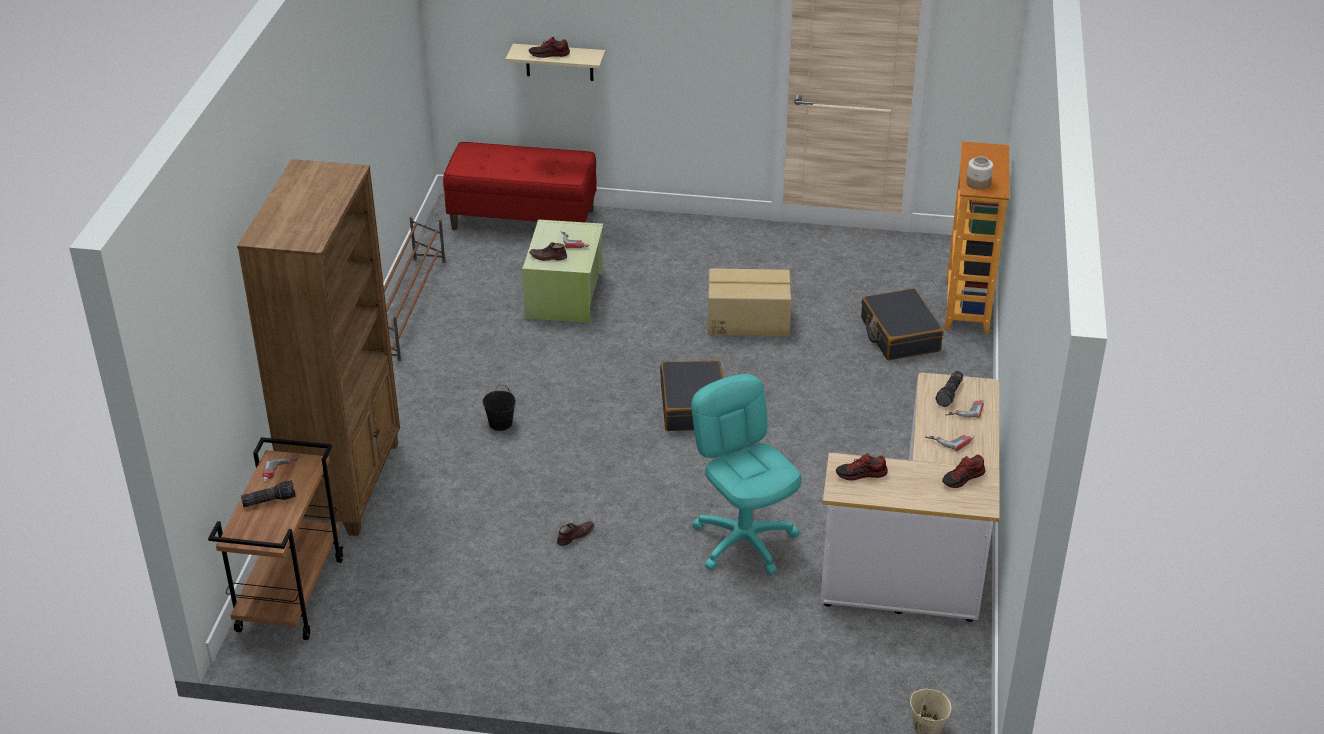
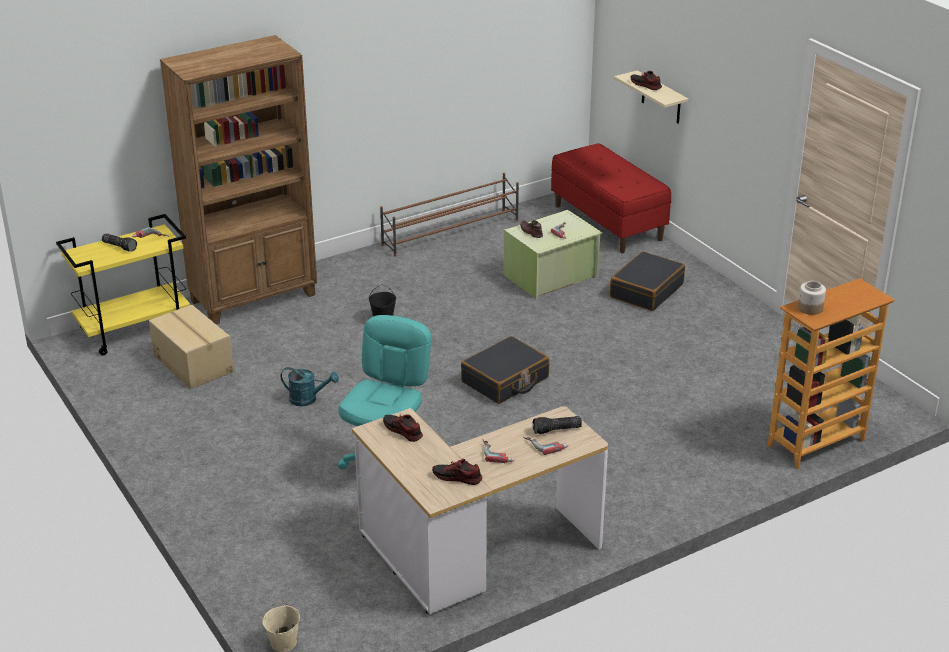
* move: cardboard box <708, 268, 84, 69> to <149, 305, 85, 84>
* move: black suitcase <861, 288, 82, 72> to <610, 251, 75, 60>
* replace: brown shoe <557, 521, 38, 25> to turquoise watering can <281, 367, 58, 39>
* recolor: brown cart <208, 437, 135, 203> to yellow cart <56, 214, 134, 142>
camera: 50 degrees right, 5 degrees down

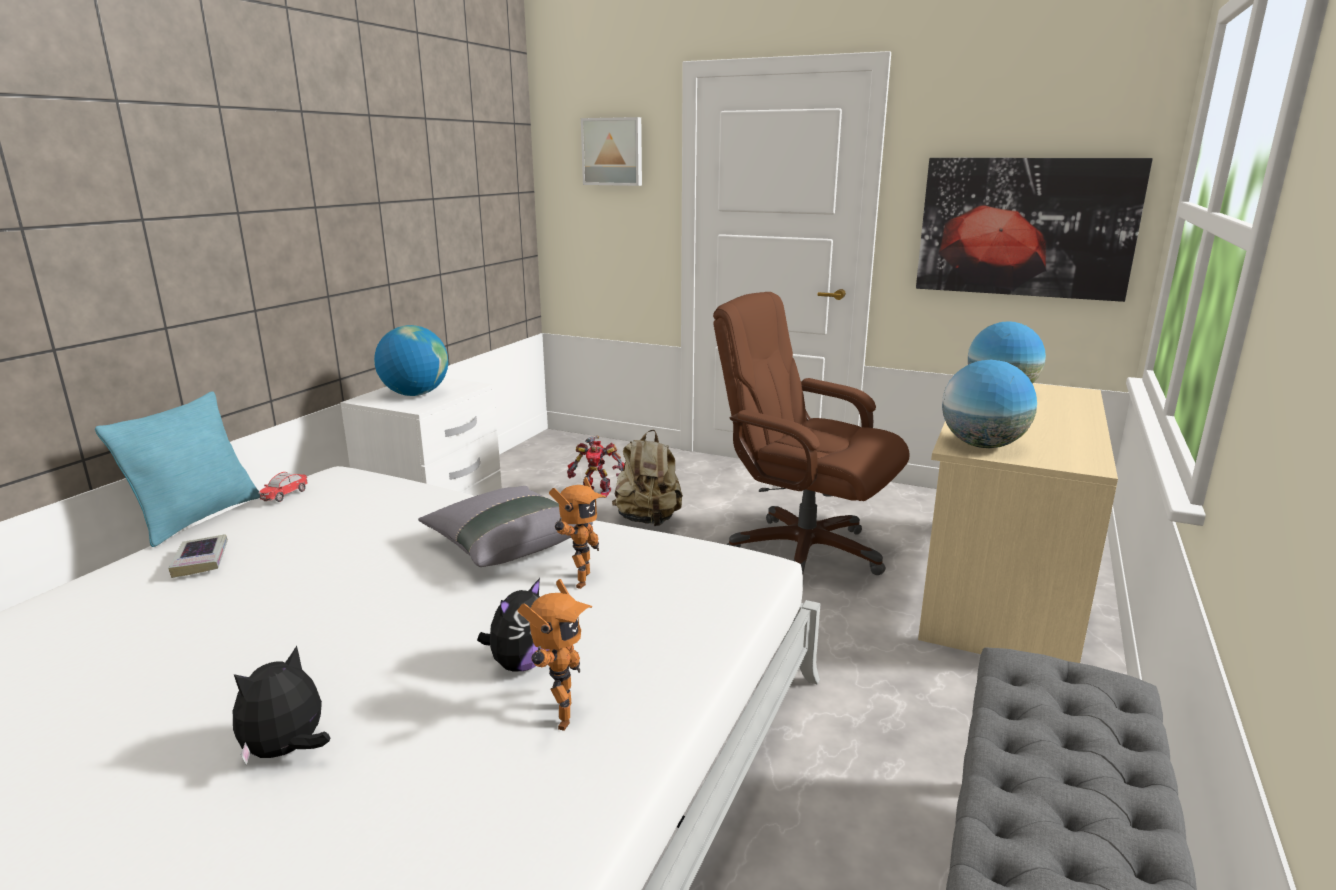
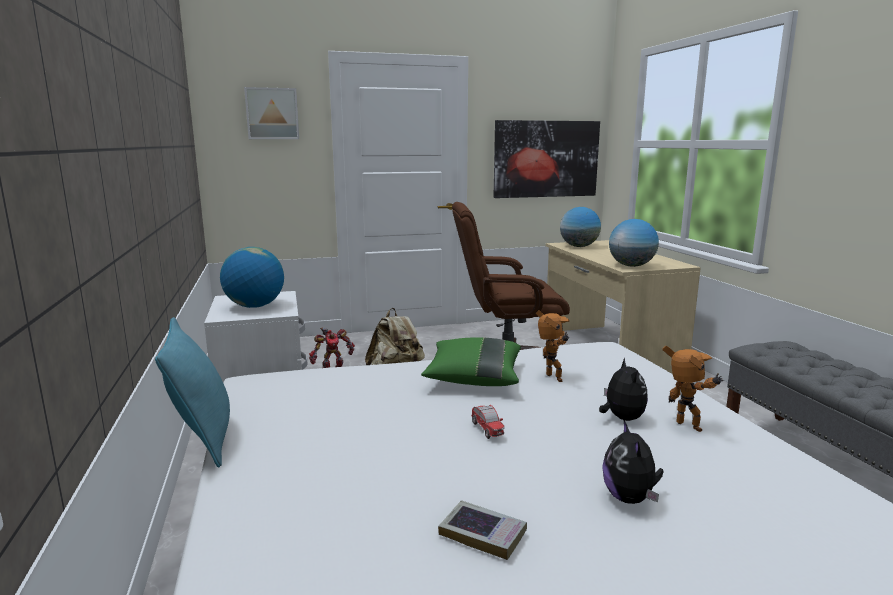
* move: book <168, 534, 60, 44> to <438, 500, 89, 60>
* move: toy car <258, 472, 50, 30> to <471, 405, 34, 34>
* recolor: grey pillow <418, 486, 175, 81> to green pillow <421, 337, 100, 49>
camera: 40 degrees left, 5 degrees down

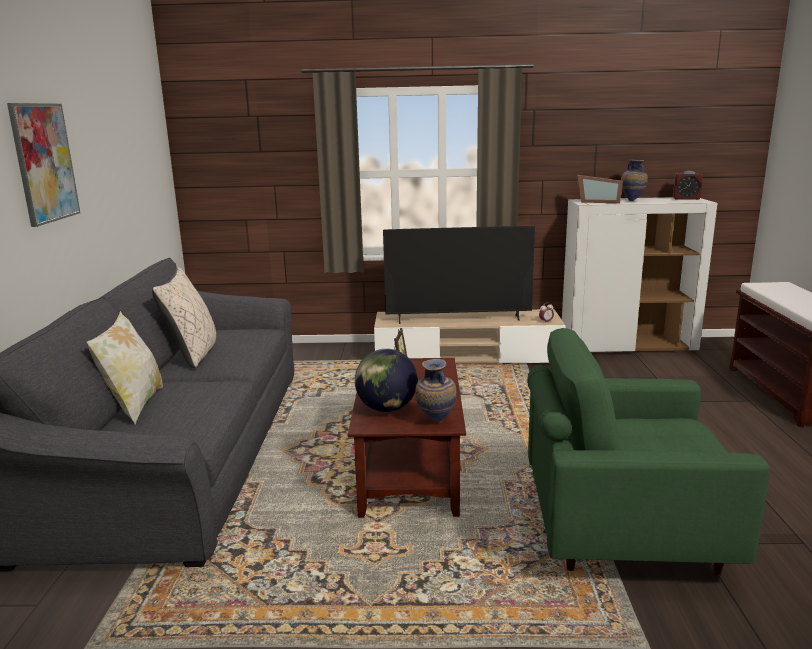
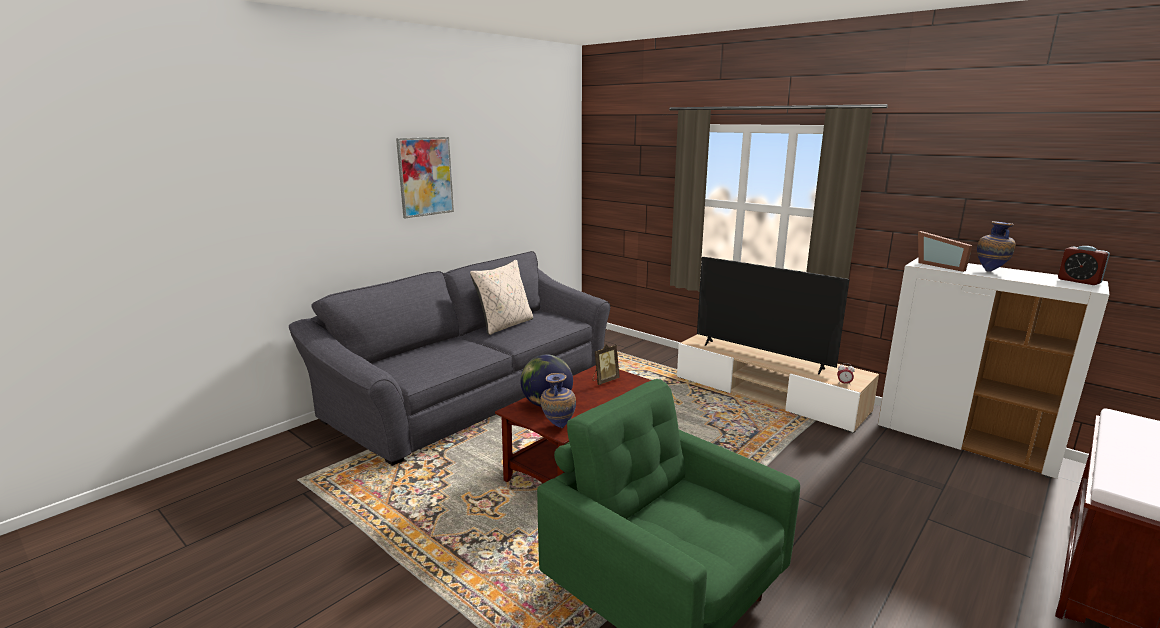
* delete: pillow <87, 311, 76, 114>
camera: 40 degrees right, 0 degrees up

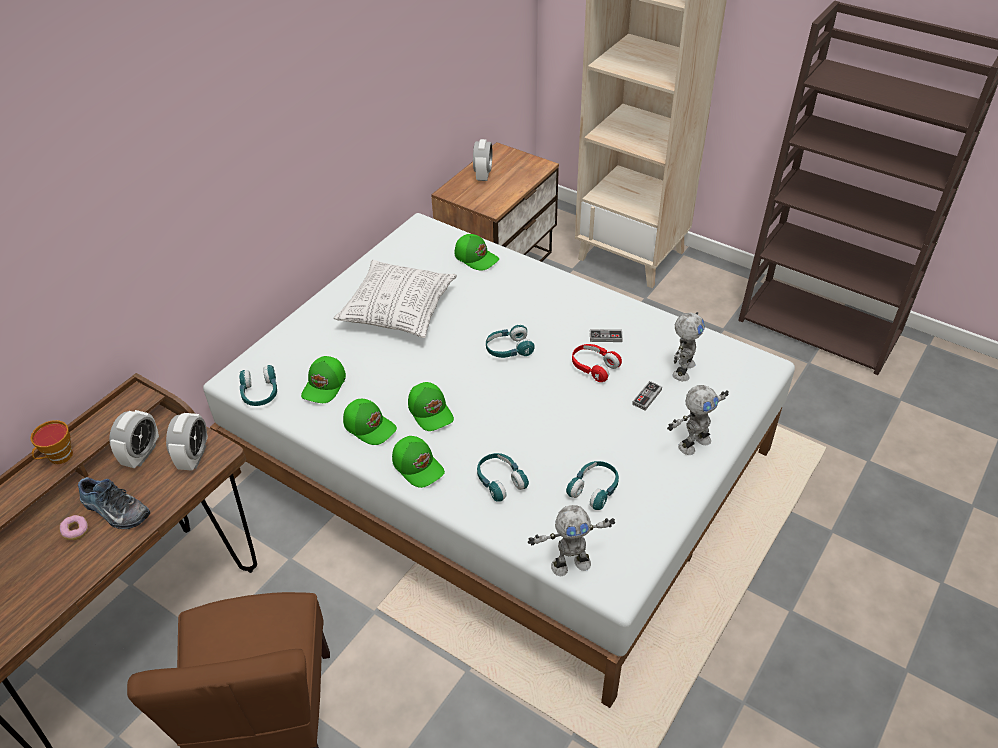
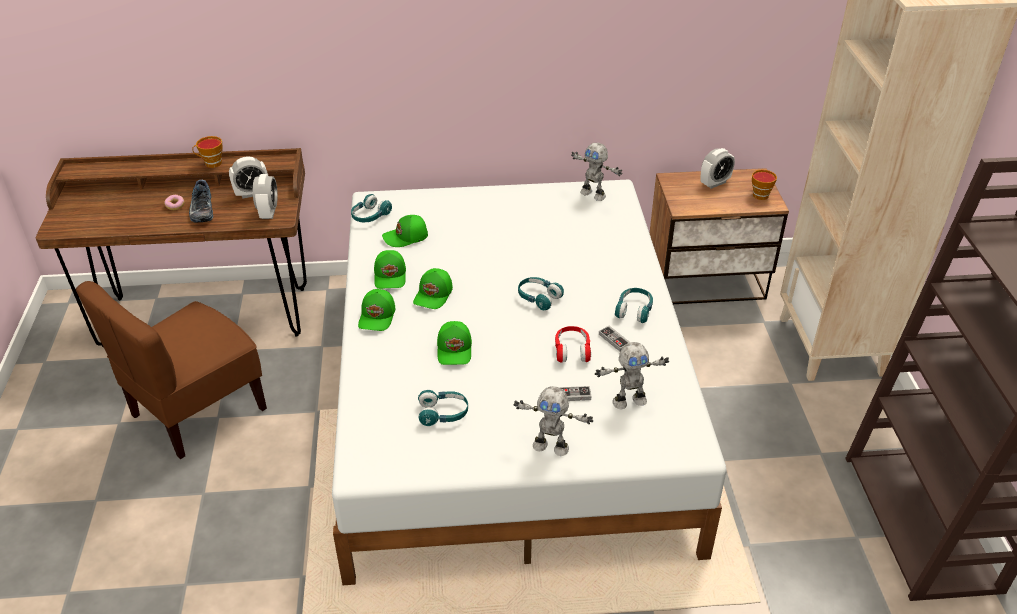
* delete: pillow <334, 260, 123, 78>
* insert: cup <752, 169, 25, 31>
* move: green cap <455, 234, 44, 37> to <437, 321, 35, 44>
* move: turquoise headphones <477, 453, 52, 49> to <615, 288, 38, 35>
* move: toy robot <528, 505, 87, 71> to <571, 143, 52, 58>
* rotate: alarm clock <166, 413, 42, 58> = <253, 174, 25, 45> 60 degrees counterclockwise
camera: 50 degrees right, 5 degrees down

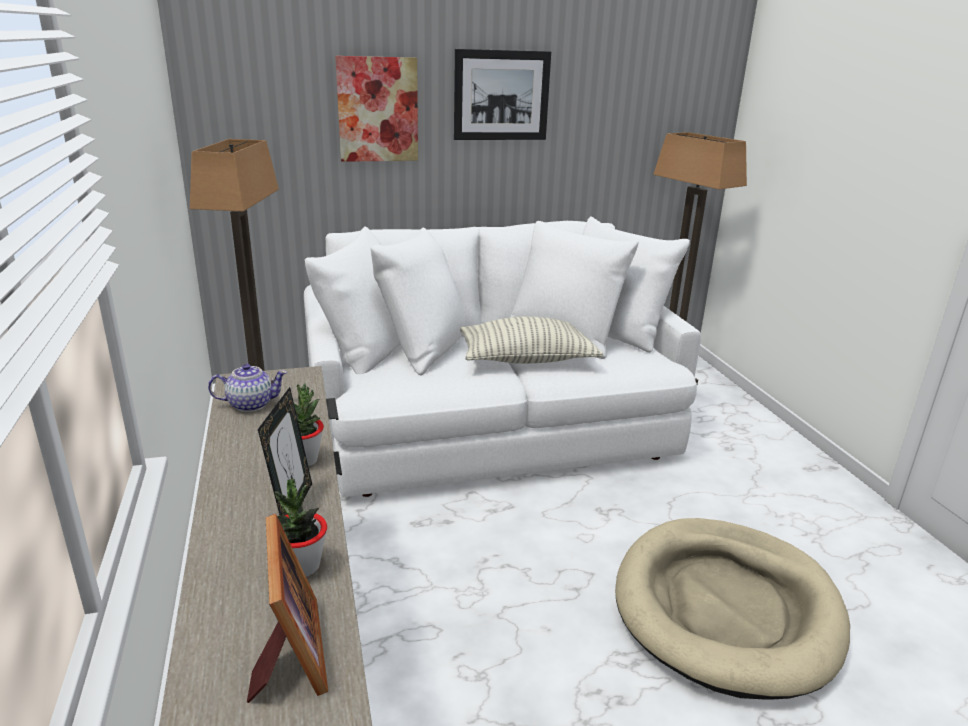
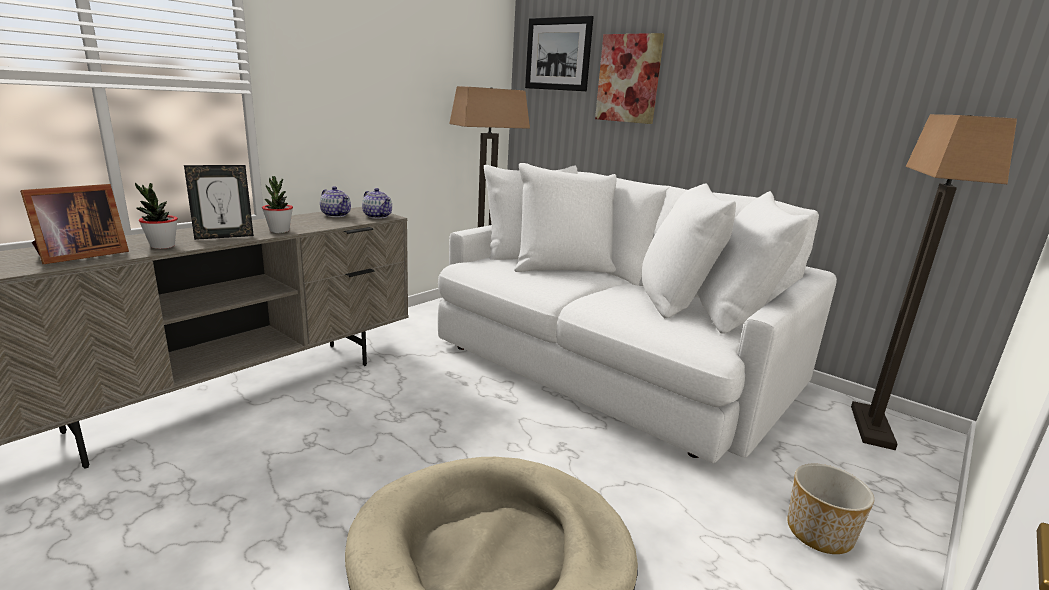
* delete: pillow <460, 317, 143, 47>
* insert: teapot <362, 188, 30, 31>
* insert: planter <787, 463, 87, 91>
* move: picture <454, 49, 97, 91> to <525, 16, 69, 75>
camera: 55 degrees right, 5 degrees down

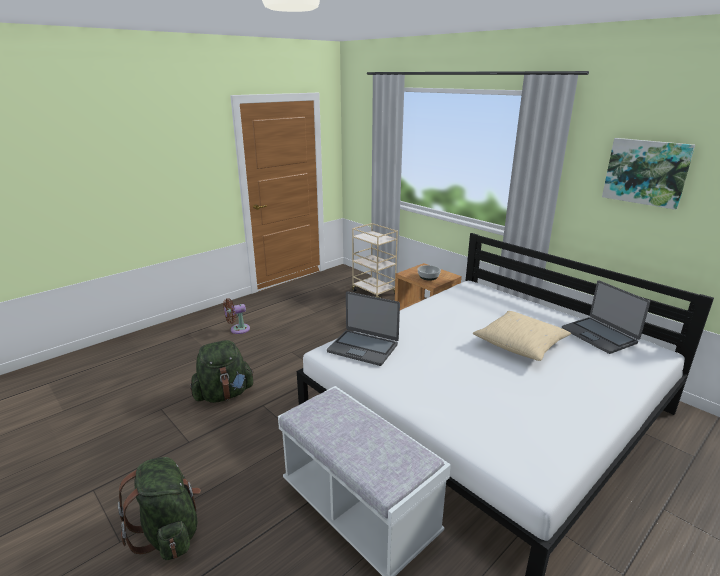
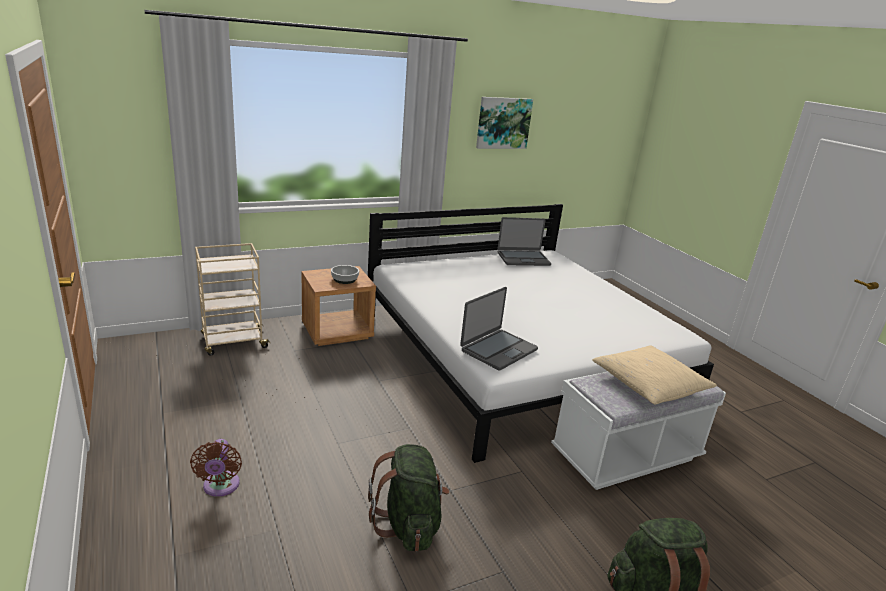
* move: beige pillow <473, 311, 98, 50> to <592, 345, 125, 59>
camera: 75 degrees left, 0 degrees up

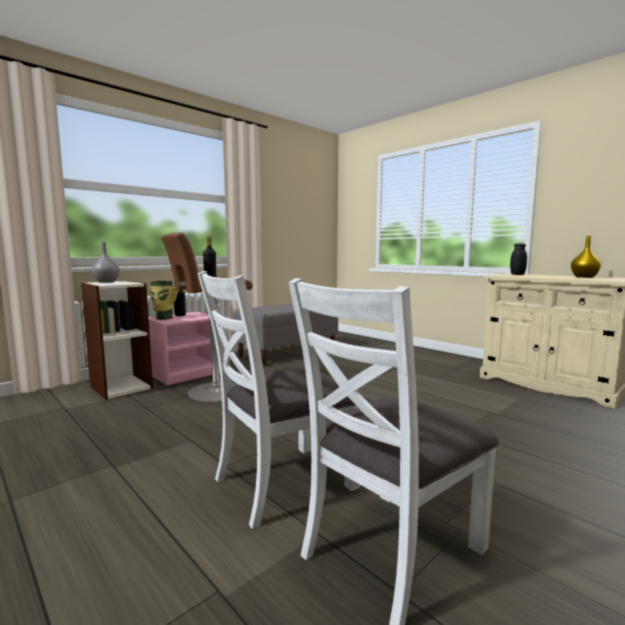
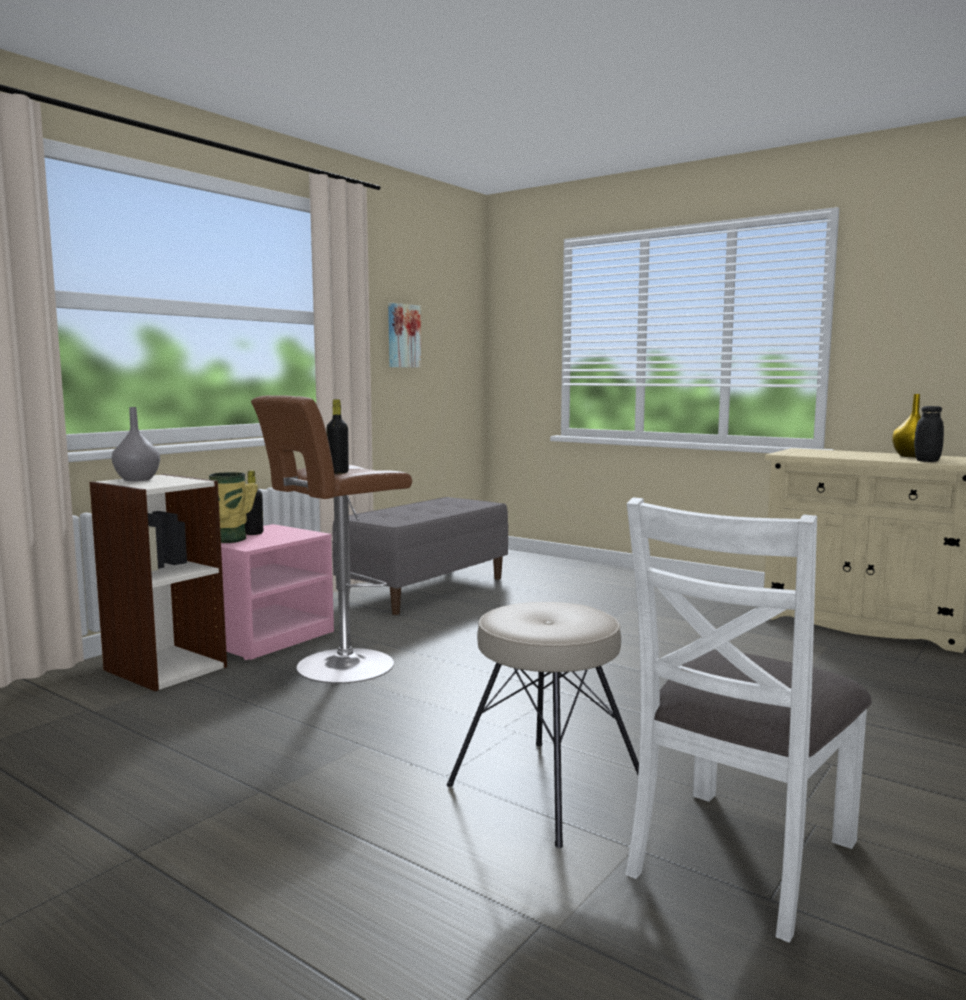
* insert: picture <388, 303, 33, 65>
* move: black jar <510, 244, 17, 31> to <914, 406, 30, 56>
* replace: white chair <198, 271, 162, 258> to beige stool <446, 602, 193, 246>
camera: 10 degrees left, 0 degrees up

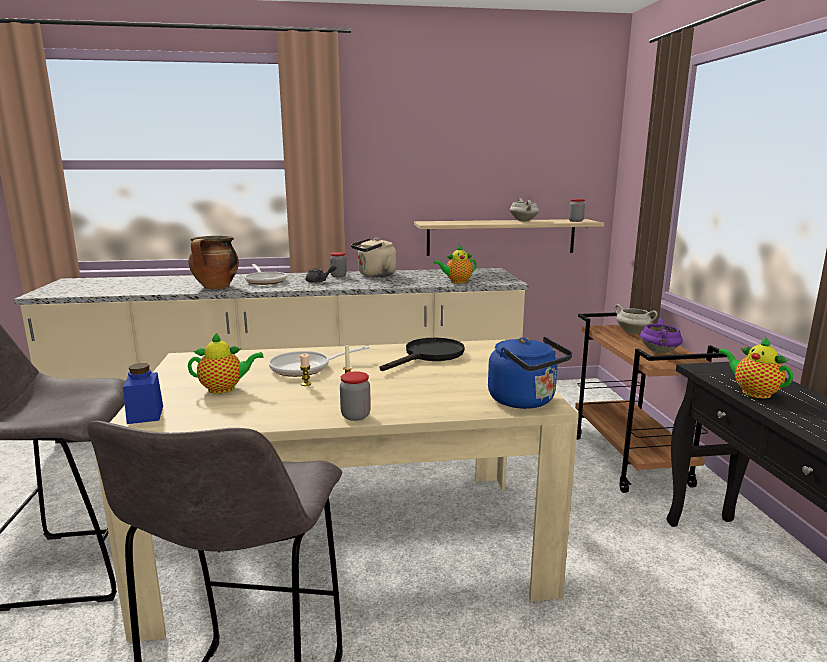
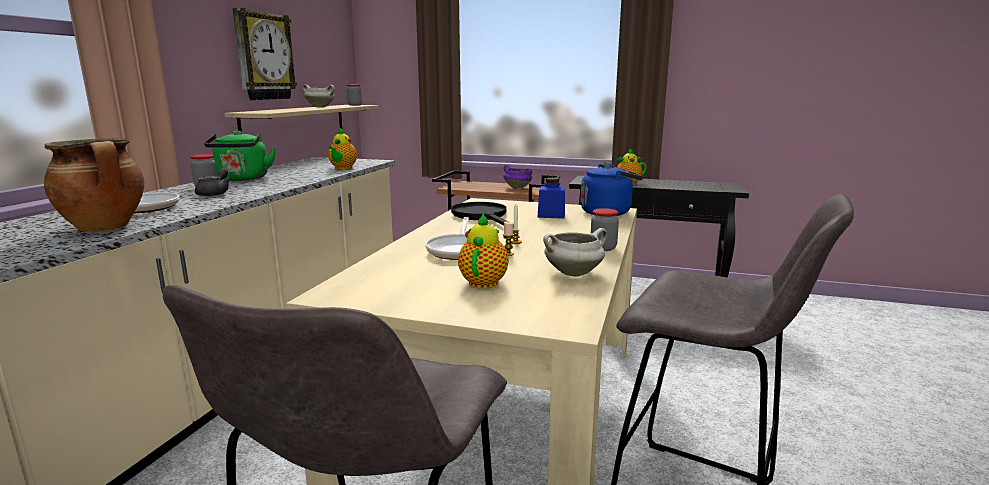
* insert: wall clock <232, 8, 65, 92>
* move: blue jar <123, 363, 40, 61> to <537, 177, 28, 42>
* move: white cooking pot <614, 304, 44, 30> to <543, 228, 64, 49>
* recolor: beige kettle <351, 238, 45, 39> to green kettle <204, 131, 72, 50>
camera: 65 degrees left, 0 degrees up

